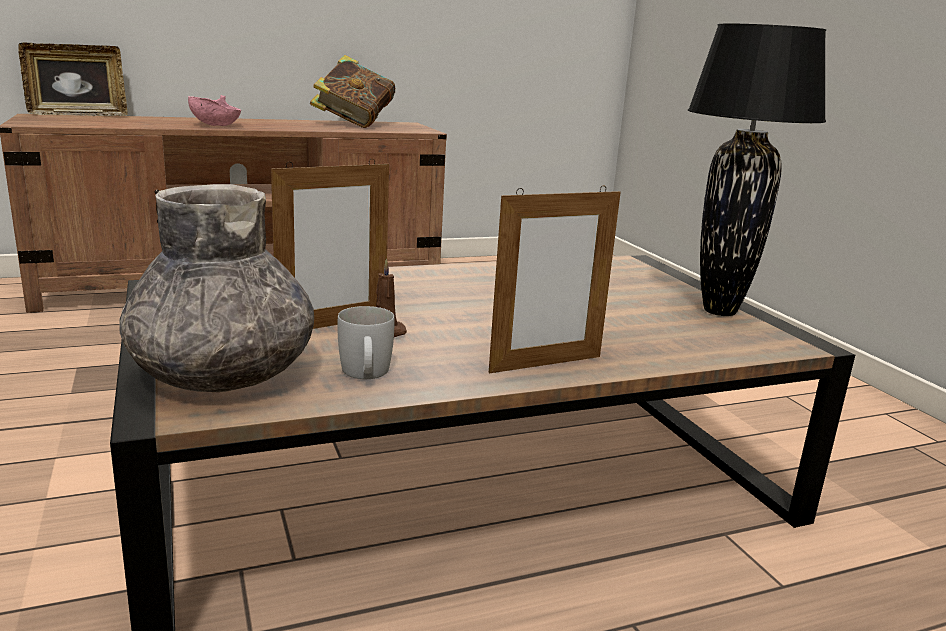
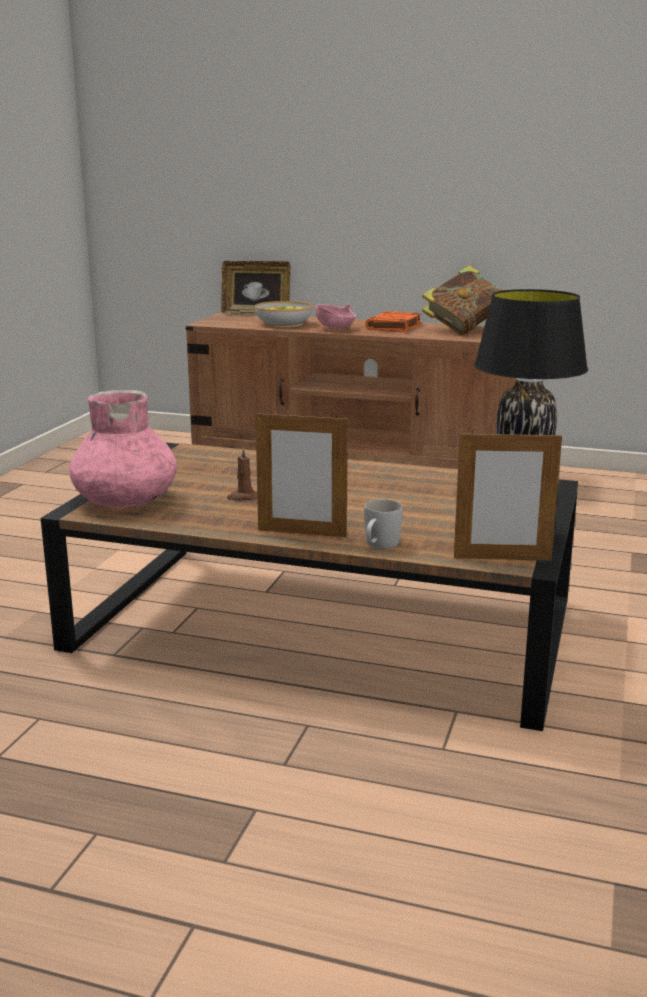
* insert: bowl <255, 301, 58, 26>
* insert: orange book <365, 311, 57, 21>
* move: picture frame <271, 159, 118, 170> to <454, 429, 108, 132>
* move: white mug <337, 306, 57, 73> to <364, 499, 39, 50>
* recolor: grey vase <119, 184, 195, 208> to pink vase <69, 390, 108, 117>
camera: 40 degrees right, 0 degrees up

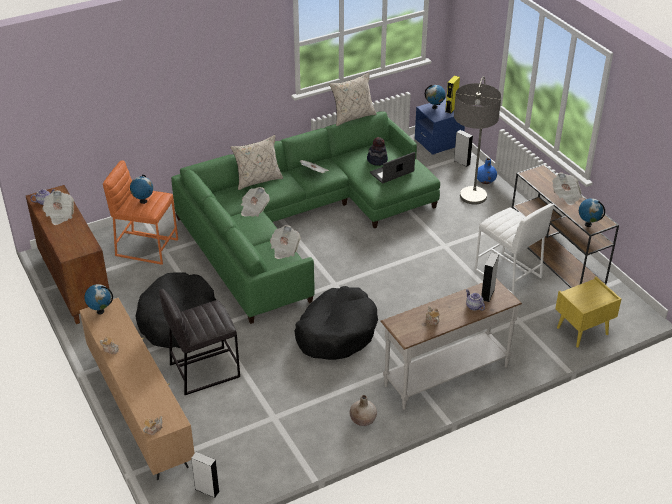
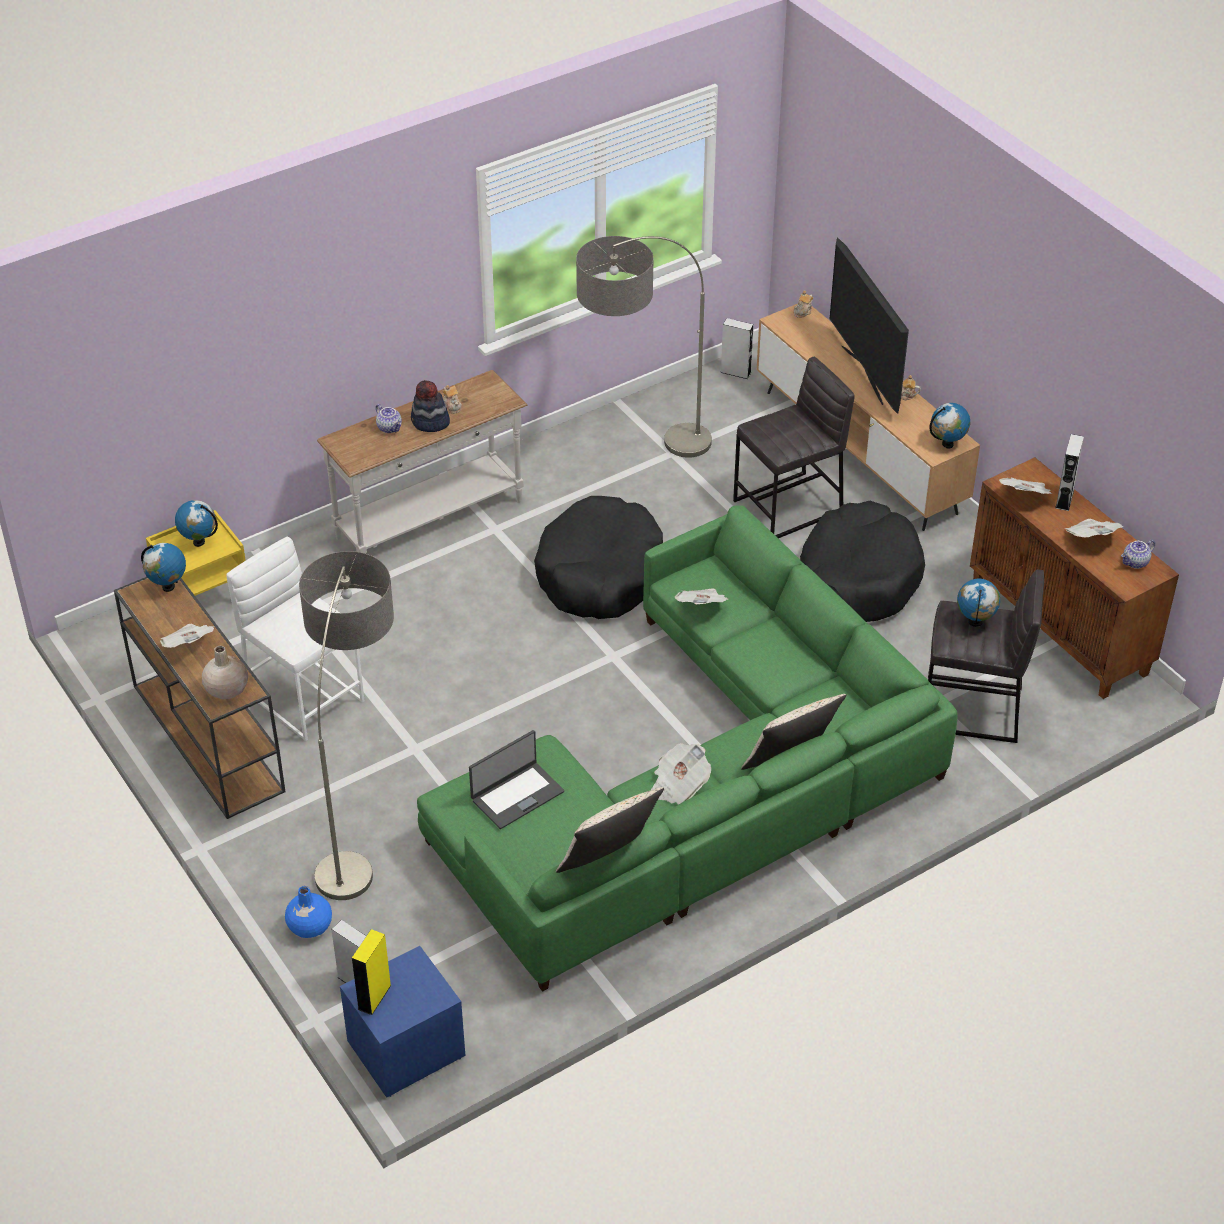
* insert: floor lamp <576, 236, 136, 222>
* insert: television <830, 237, 79, 177>
* move: newspaper <241, 187, 29, 30> to <999, 478, 53, 16>
* move: beige vase <350, 395, 27, 31> to <202, 646, 46, 53>
* move: hat <367, 137, 21, 29> to <411, 380, 39, 52>
* move: globe <425, 85, 21, 24> to <175, 500, 43, 47>
* move: grey speaker <481, 253, 18, 49> to <1055, 434, 29, 77>
* recolor: orange stool <103, 160, 75, 105> to grey stool <928, 570, 116, 173>
camera: 175 degrees right, 5 degrees up

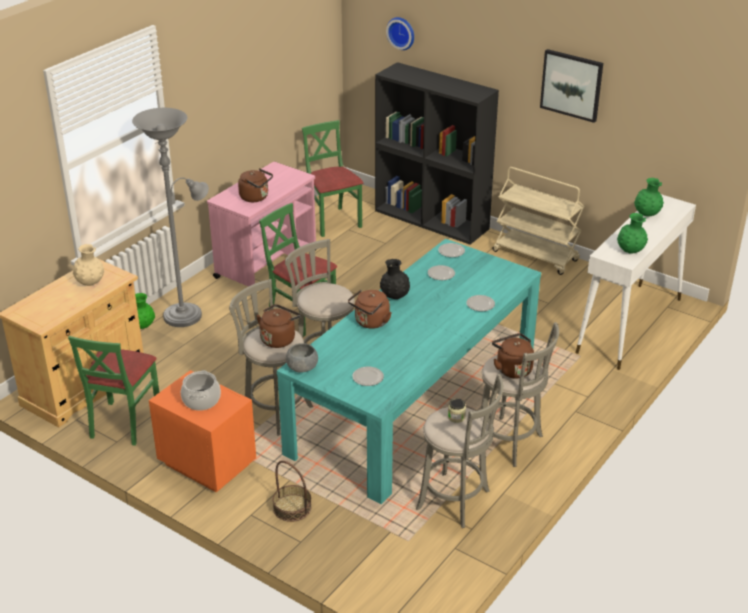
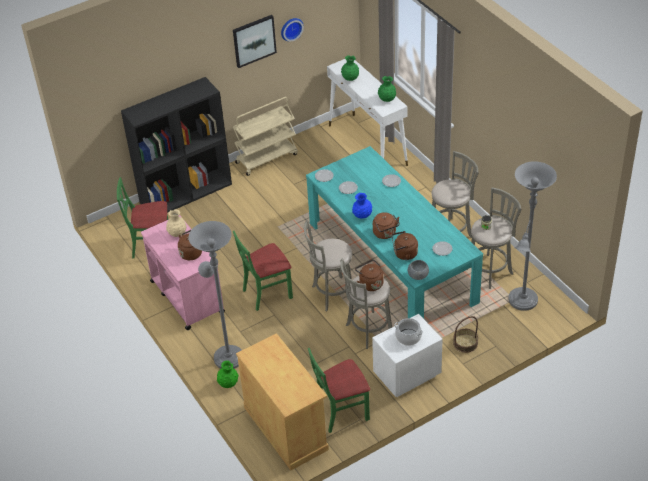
* insert: grey floor lamp <508, 161, 49, 150>
* move: beige vase <73, 244, 31, 42> to <166, 209, 21, 28>
* move: wall clock <386, 17, 28, 33> to <281, 18, 23, 23>
* move: brown kettle <492, 333, 42, 46> to <392, 231, 26, 29>
* recolor: orange nightstand <149, 370, 107, 122> to white nightstand <372, 314, 71, 83>
* recolor: black vase <380, 259, 30, 40> to blue vase <352, 193, 20, 26>
* rotate: green chair <68, 336, 91, 110> = <308, 348, 62, 85> 120 degrees clockwise
camera: 65 degrees left, 10 degrees up

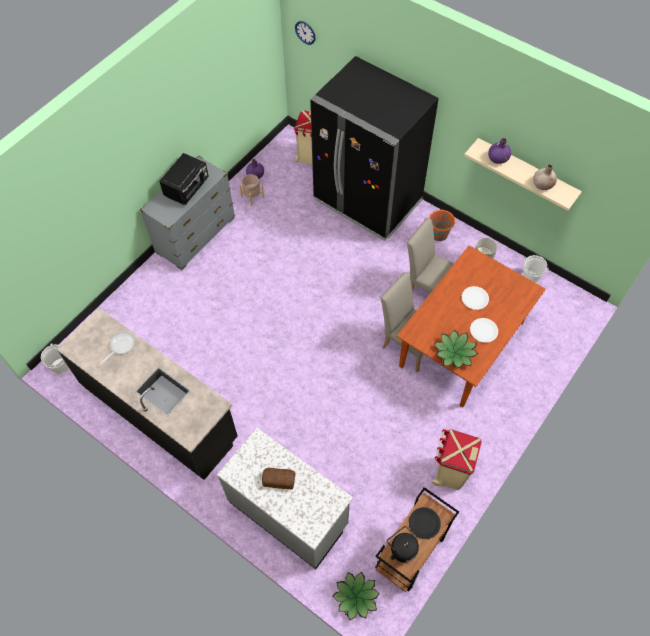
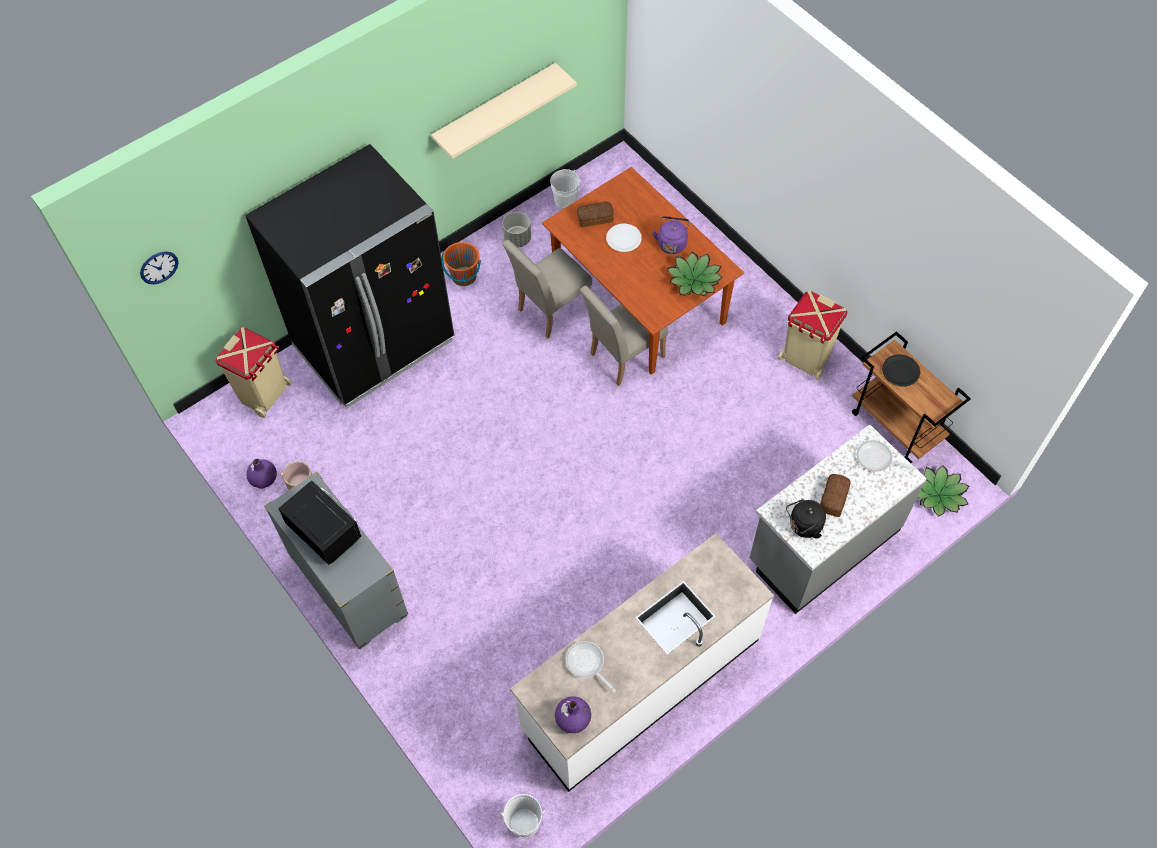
* delete: beige vase <533, 164, 24, 26>
* insert: bread <577, 201, 37, 26>
* insert: frying pan <857, 440, 59, 31>
* move: black kettle <387, 526, 32, 37> to <786, 499, 40, 39>
* move: purple vase <488, 138, 23, 26> to <555, 696, 36, 37>
* replace: white plate <470, 318, 28, 25> to purple kettle <652, 216, 37, 38>
* recolor: black counter <56, 308, 181, 172> to white counter <510, 533, 264, 259>
camera: 75 degrees left, 0 degrees up

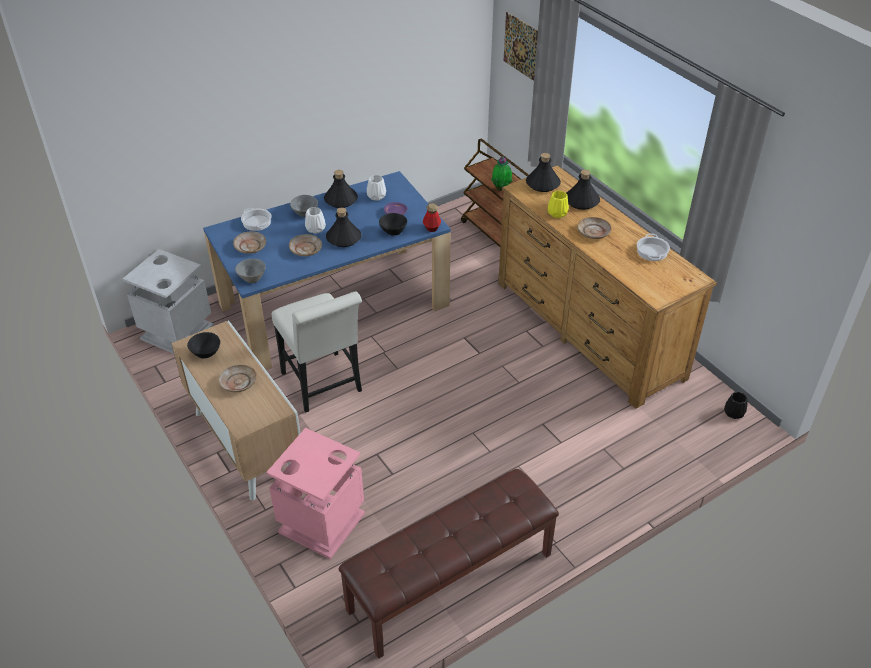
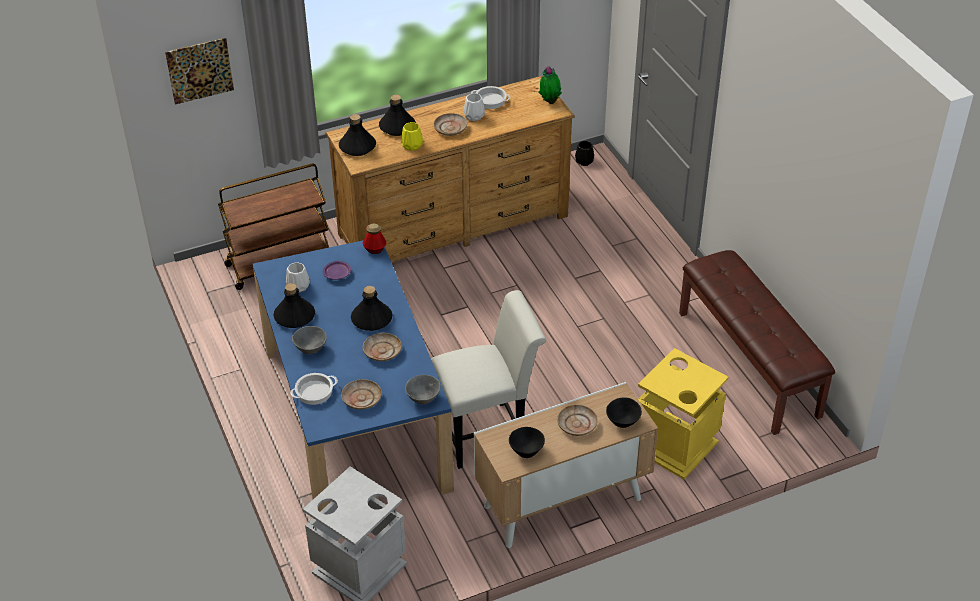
* move: white vase <305, 207, 21, 27> to <464, 93, 21, 28>
* move: black bowl <379, 213, 28, 22> to <606, 397, 36, 31>
* move: potted plant <491, 157, 22, 34> to <538, 66, 24, 38>
* recolor: pink trash can <266, 428, 99, 131> to yellow trash can <638, 348, 90, 131>
camera: 80 degrees left, 0 degrees up

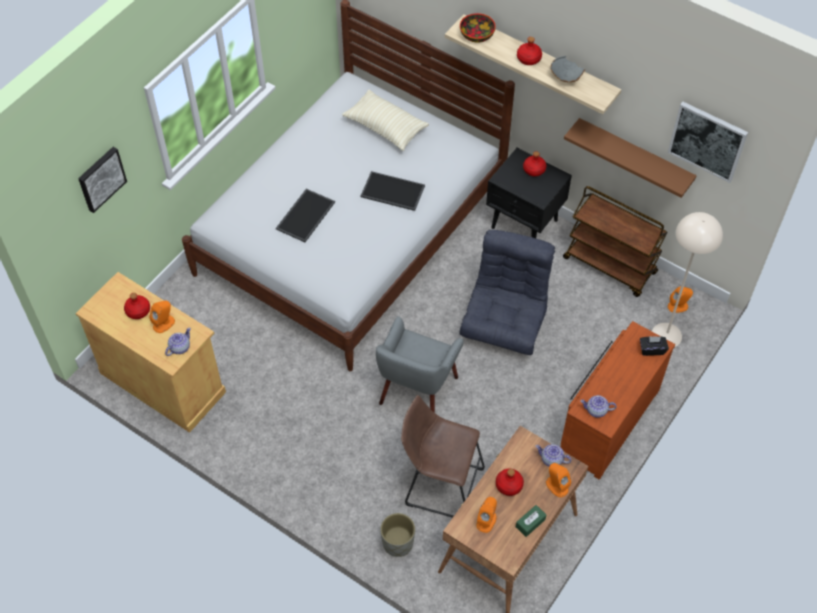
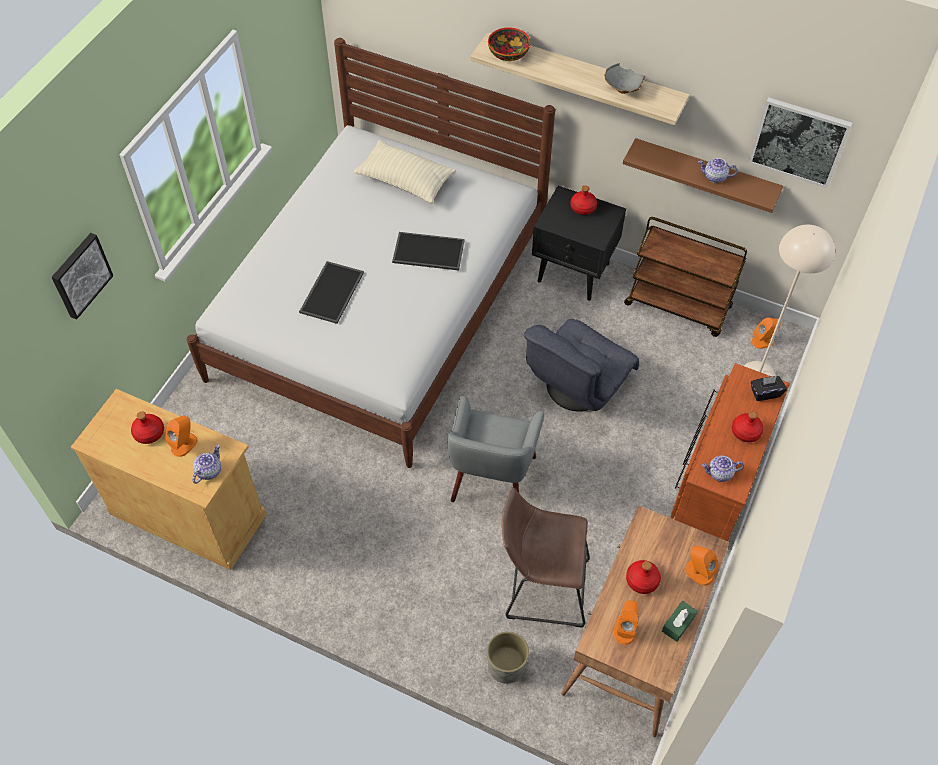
* move: red bottle <517, 37, 25, 28> to <732, 411, 32, 31>
* move: teapot <535, 444, 36, 23> to <698, 158, 40, 25>
* rotate: grey armchair <460, 230, 95, 125> = <524, 319, 115, 93> 150 degrees counterclockwise
camera: 10 degrees left, 0 degrees up

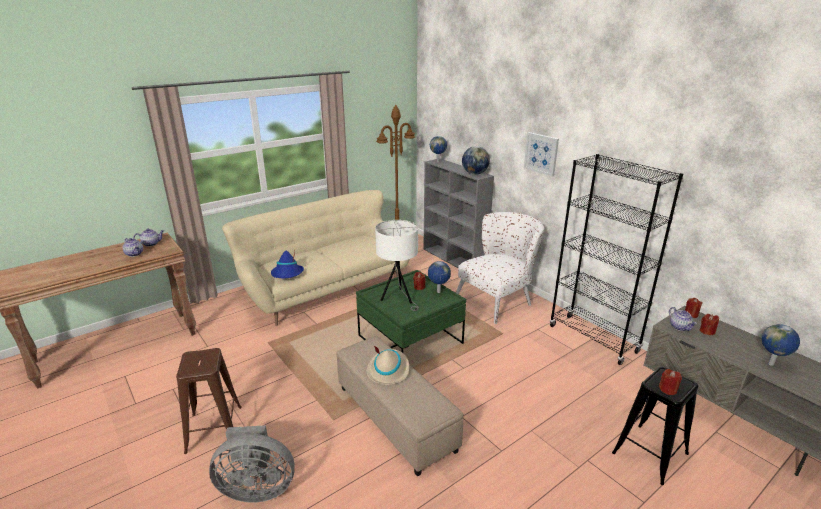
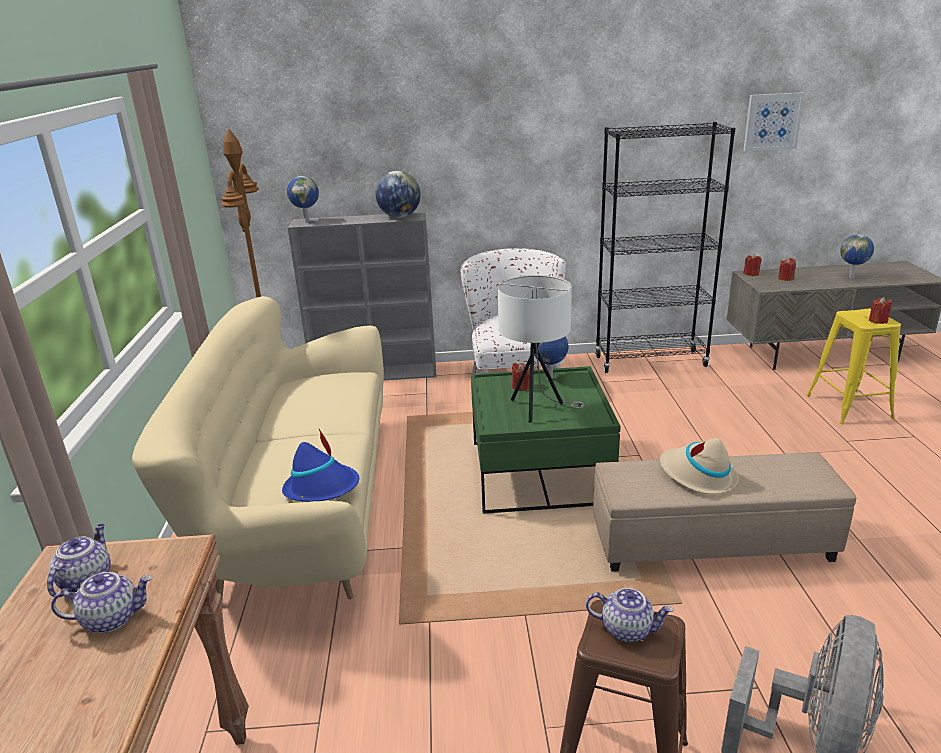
* move: picture <524, 132, 35, 44> to <743, 92, 62, 59>
* move: teapot <669, 307, 28, 24> to <586, 588, 88, 54>
* recolor: black stool <612, 367, 86, 118> to yellow stool <806, 309, 95, 115>
camera: 55 degrees left, 0 degrees up

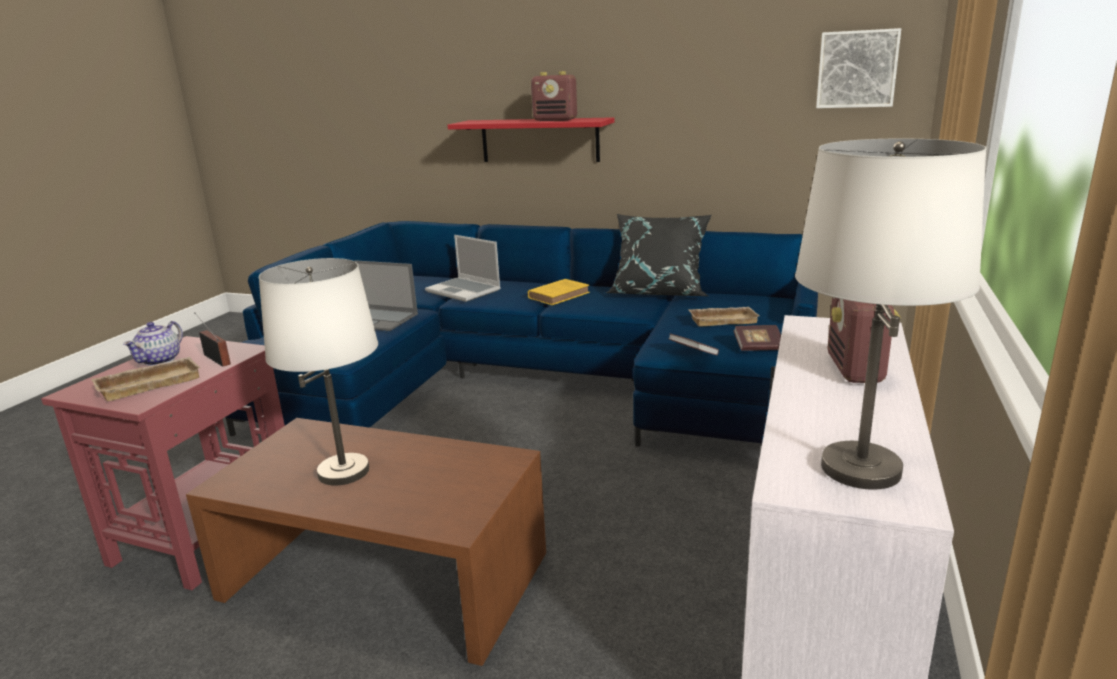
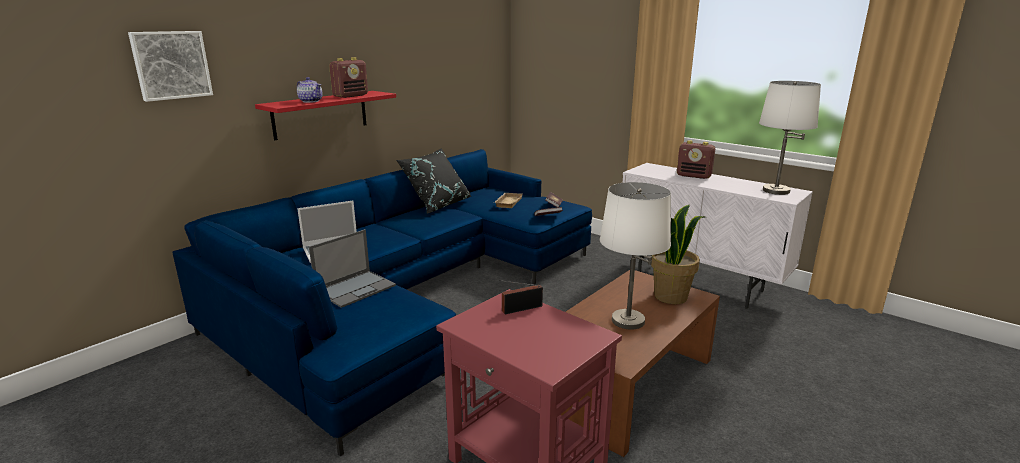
* delete: beige tray <91, 357, 109, 44>
* delete: yellow book <528, 279, 62, 26>
* insert: potted plant <651, 205, 54, 99>
* move: teapot <123, 321, 60, 45> to <297, 77, 26, 26>
* move: picture <816, 28, 85, 80> to <128, 31, 85, 71>
camera: 70 degrees left, 0 degrees up

